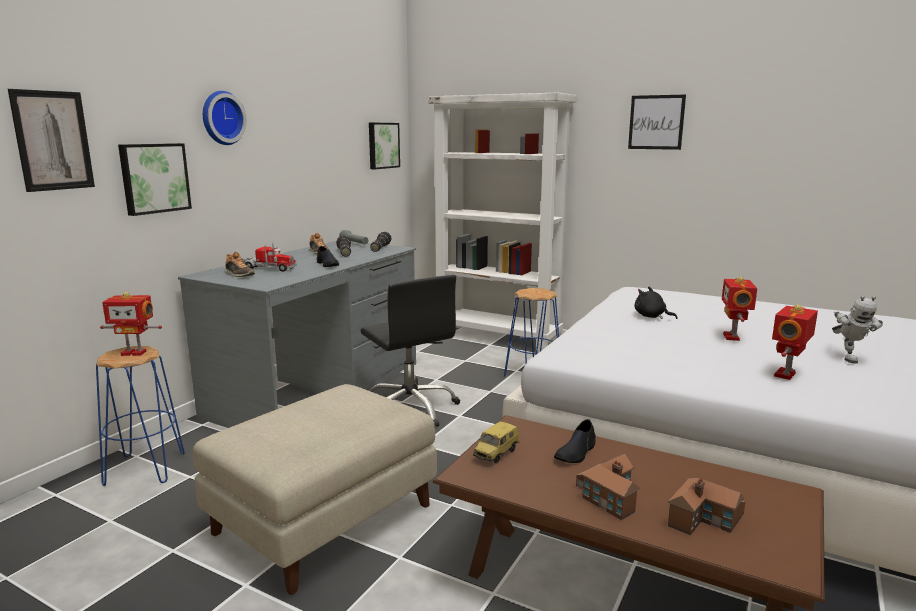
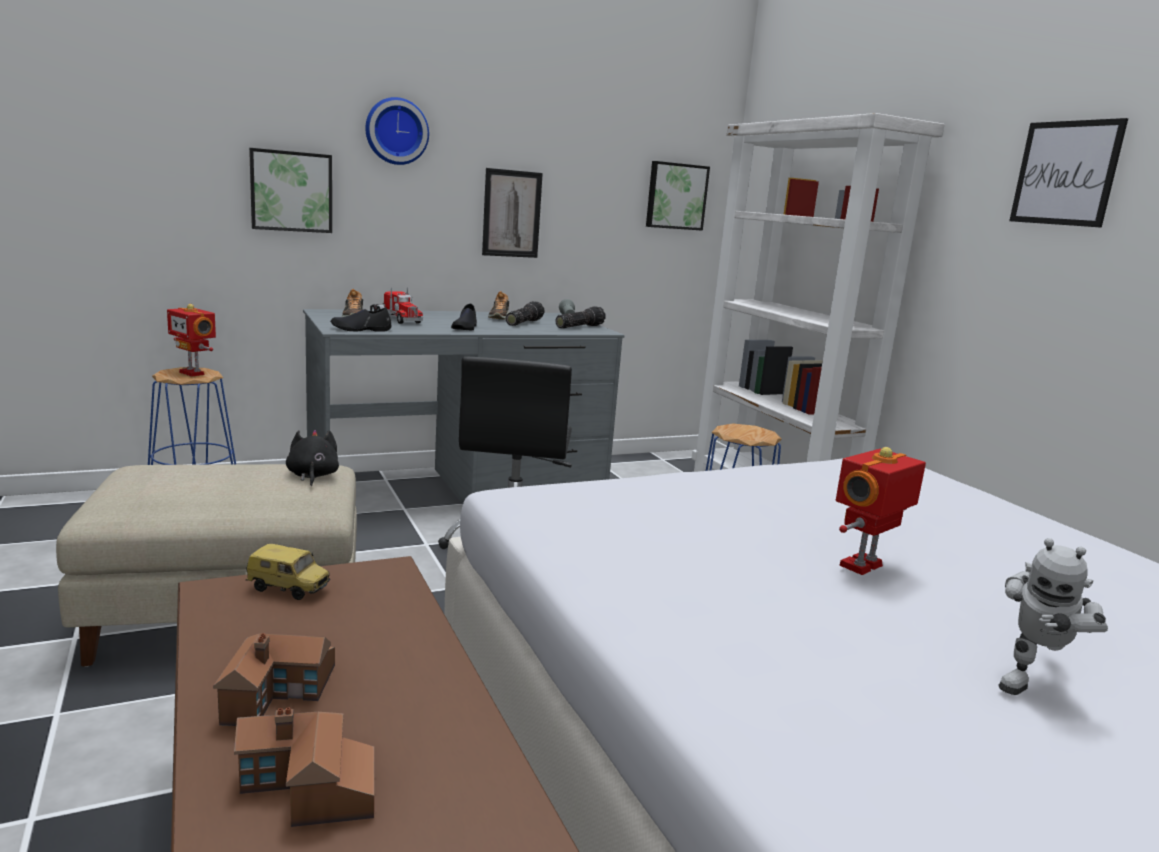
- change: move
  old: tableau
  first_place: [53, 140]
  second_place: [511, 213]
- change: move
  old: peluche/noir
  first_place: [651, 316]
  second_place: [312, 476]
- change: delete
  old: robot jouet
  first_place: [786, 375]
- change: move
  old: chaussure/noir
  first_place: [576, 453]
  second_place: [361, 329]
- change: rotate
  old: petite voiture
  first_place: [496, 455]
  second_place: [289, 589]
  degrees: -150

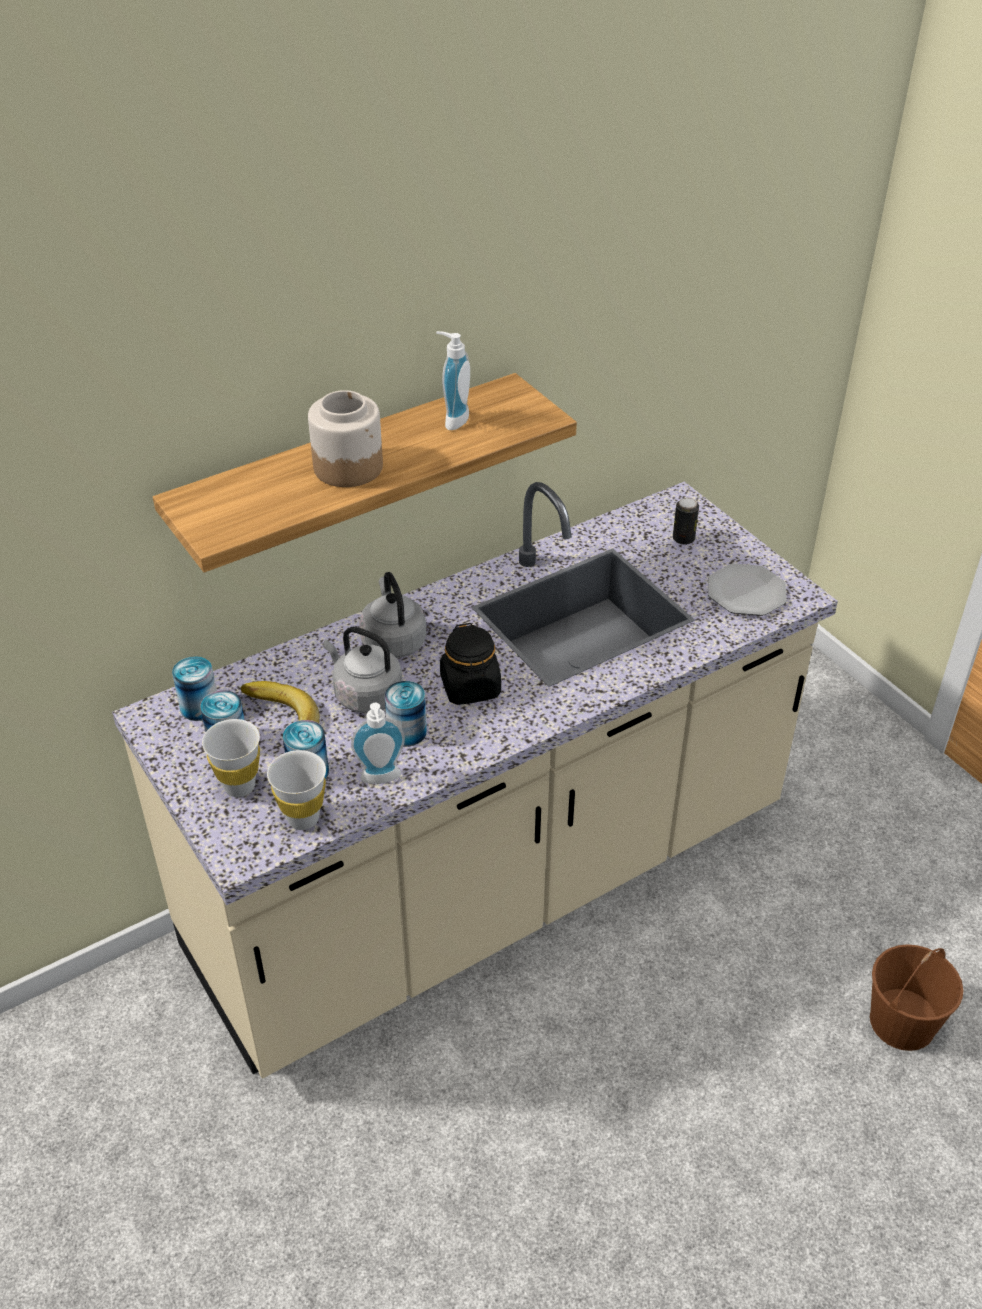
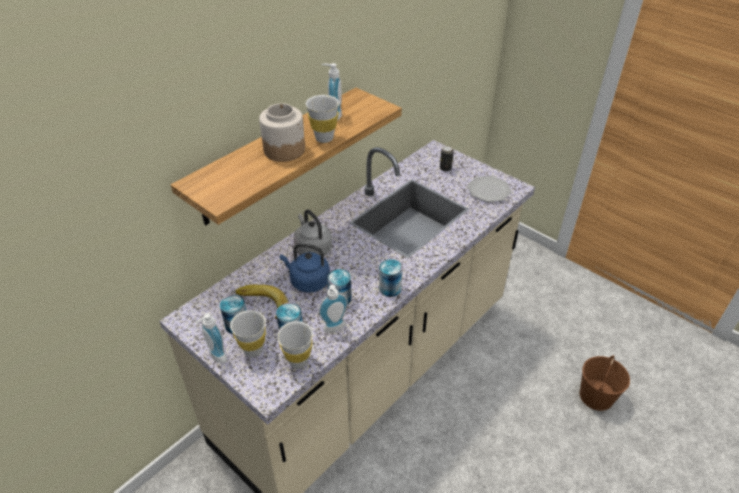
- change: delete
  old: bocal/noir
  first_place: [470, 687]
- change: recolor
  old: bouilloire/gris
  new: bouilloire/bleu
  first_place: [365, 694]
  second_place: [308, 281]
- change: move
  old: boîte métallique
  first_place: [199, 707]
  second_place: [390, 288]
- change: insert
  new: tasse/blanc
  second_place: [324, 138]
- change: insert
  new: distributeur de savon
  second_place: [215, 357]

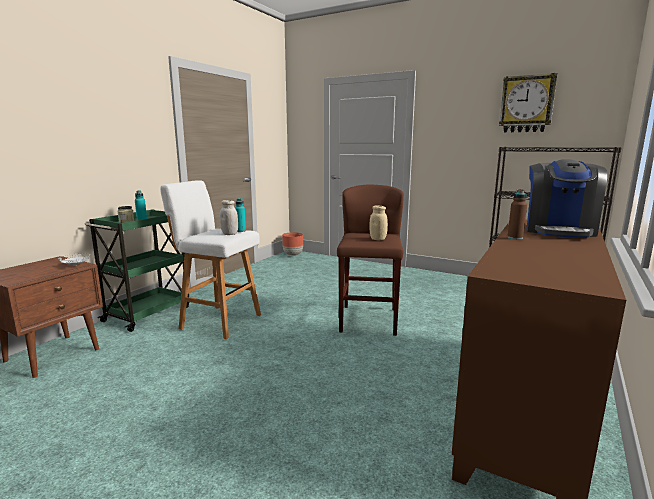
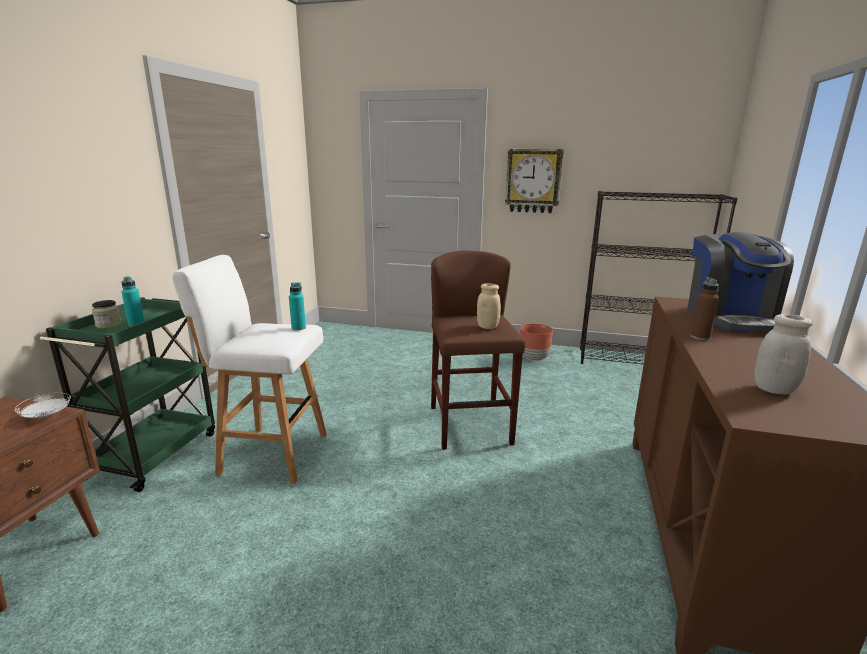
- change: move
  old: horloge murale
  first_place: [527, 104]
  second_place: [533, 181]
- change: move
  old: bocal/blanc
  first_place: [229, 234]
  second_place: [774, 389]
- change: move
  old: cache-pot/marron
  first_place: [293, 254]
  second_place: [533, 358]

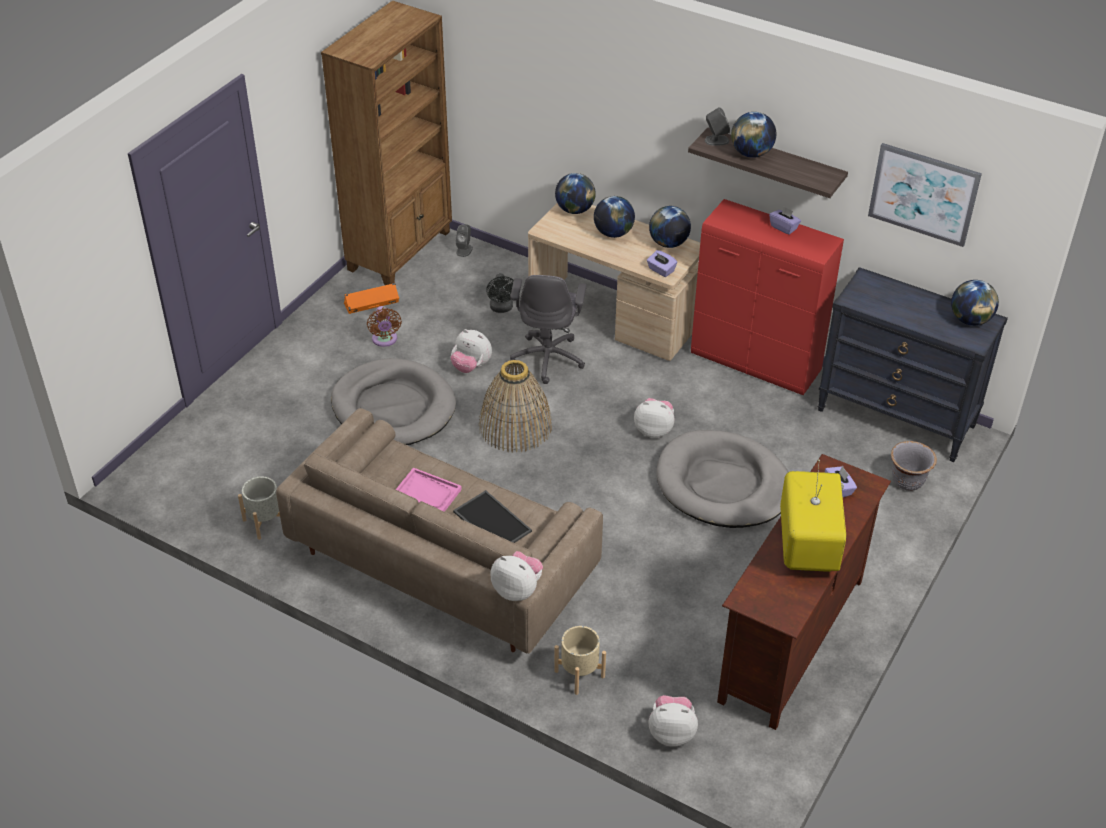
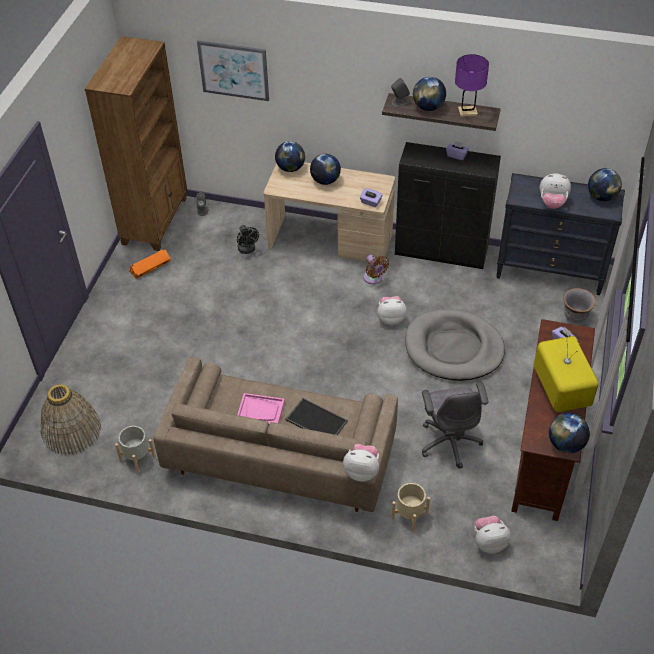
- change: move
  old: tableau
  first_place: [923, 194]
  second_place: [234, 70]
- change: recolor
  old: meuble de rangement/rouge
  new: meuble de rangement/noir
  first_place: [756, 363]
  second_place: [442, 252]
- change: move
  old: globe
  first_place: [668, 243]
  second_place: [565, 444]
- change: move
  old: chaise de bureau/gris
  first_place: [548, 358]
  second_place: [450, 441]
- change: move
  old: ventilateur/marron
  first_place: [385, 340]
  second_place: [373, 279]
- change: move
  old: peluche
  first_place: [471, 366]
  second_place: [552, 203]
- change: delete
  old: panier pour chien/gris
  first_place: [393, 407]
- change: move
  old: panier
  first_place: [515, 426]
  second_place: [71, 430]
- change: insert
  new: lampe de table/violet
  second_place: [467, 111]

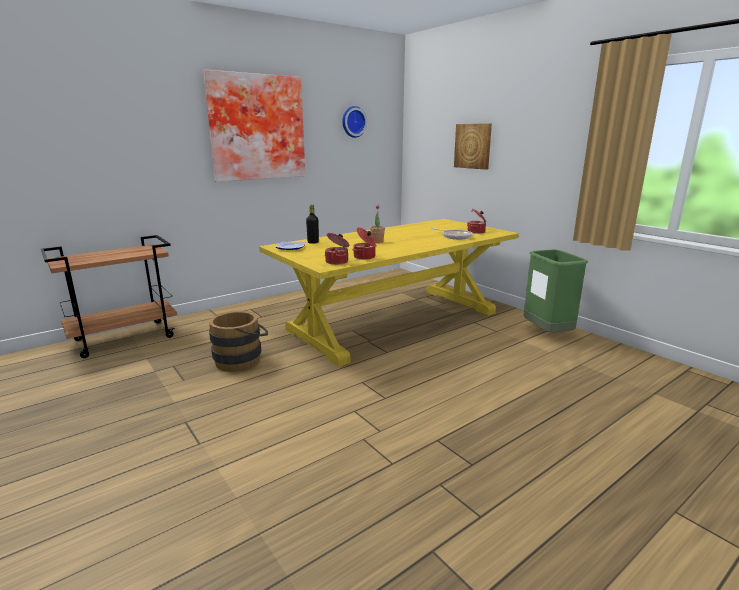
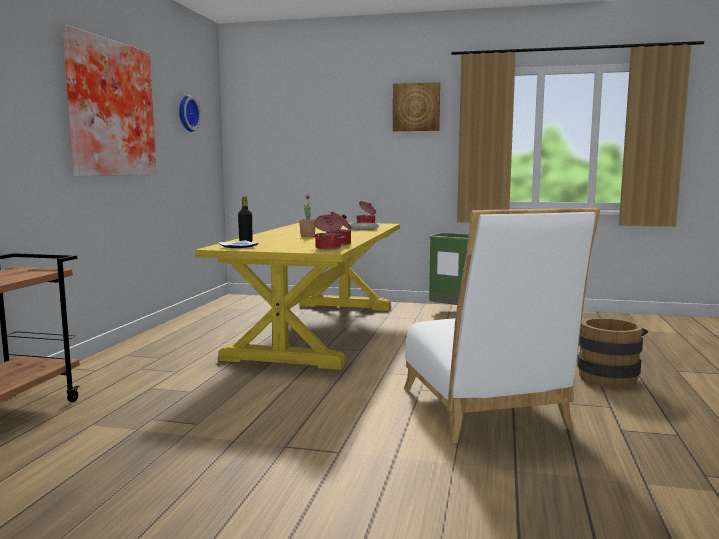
- change: move
  old: tableau
  first_place: [473, 146]
  second_place: [416, 107]
- change: move
  old: seau/marron
  first_place: [242, 360]
  second_place: [606, 377]
- change: insert
  new: chaise/blanc
  second_place: [486, 412]

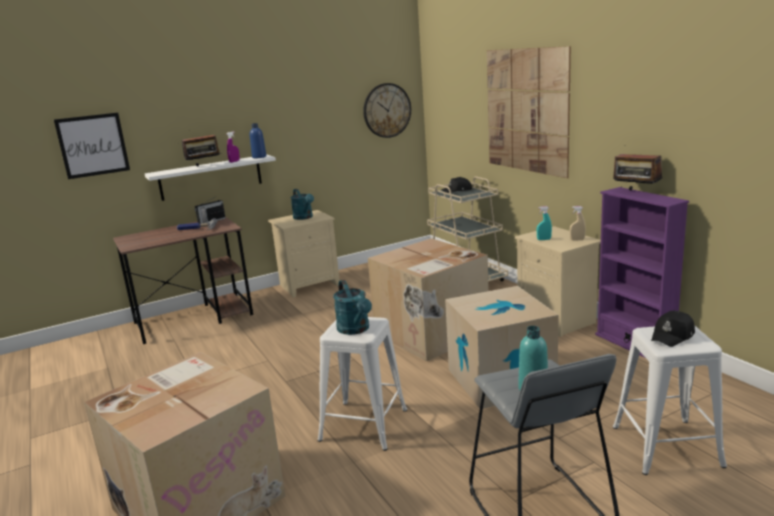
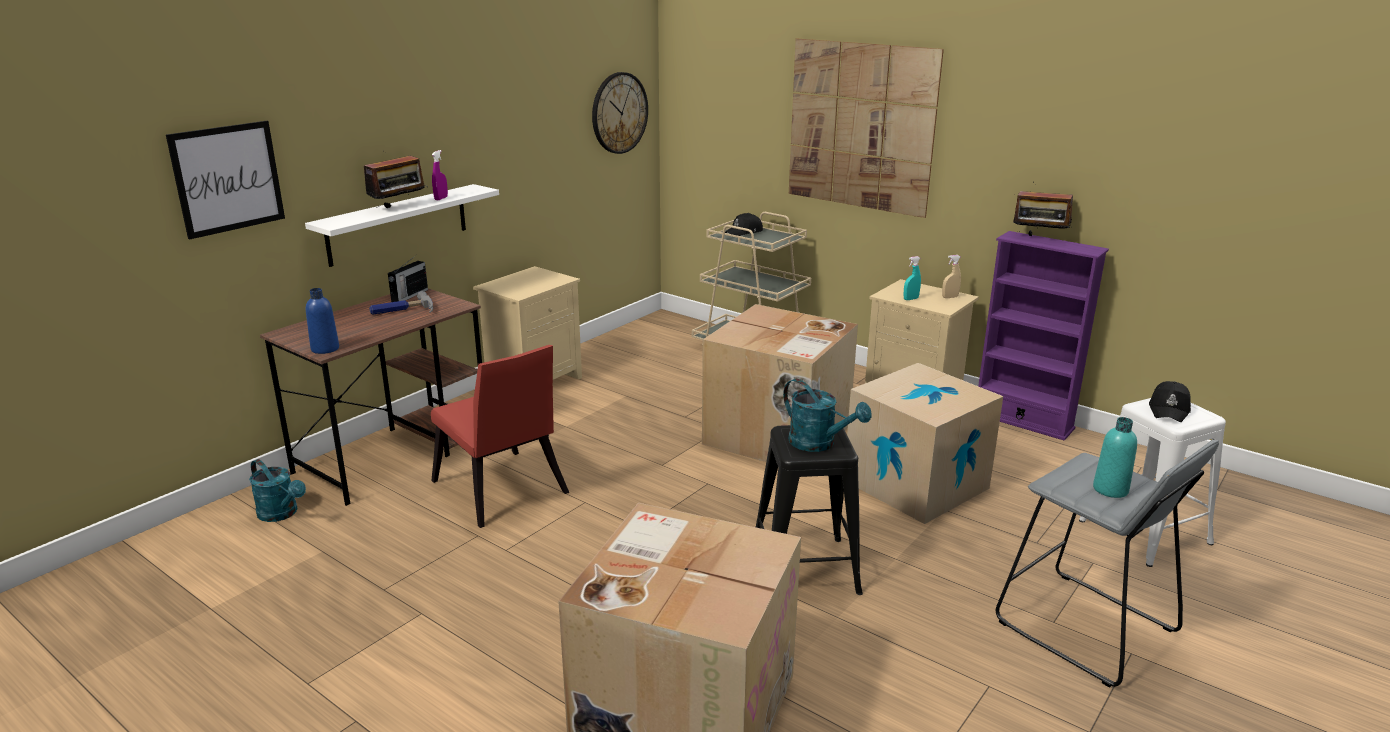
- change: move
  old: bouteille/bleu
  first_place: [259, 157]
  second_place: [325, 349]
- change: move
  old: arrosoir/turquoise
  first_place: [304, 217]
  second_place: [282, 514]
- change: recolor
  old: tabouret/blanc
  new: tabouret/noir
  first_place: [364, 425]
  second_place: [804, 568]
- change: insert
  new: chaise/rouge
  second_place: [502, 492]

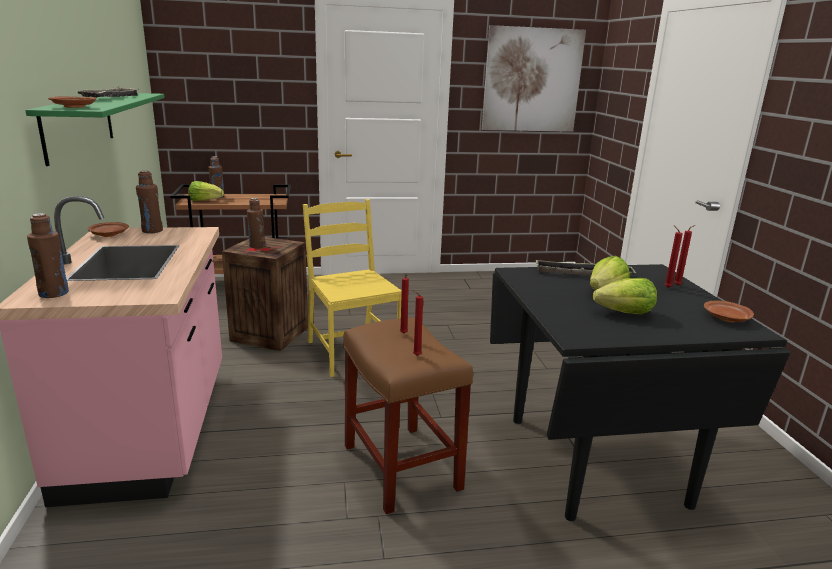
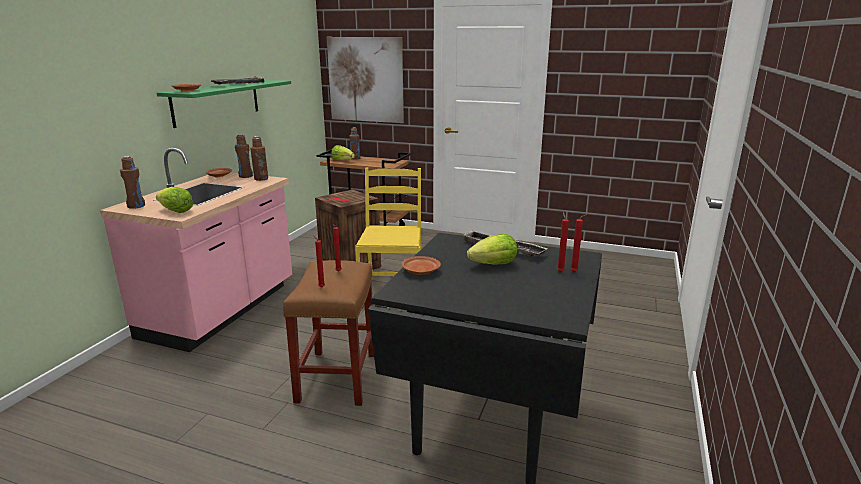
- change: move
  old: tableau
  first_place: [532, 80]
  second_place: [365, 80]
- change: move
  old: bouteille/marron
  first_place: [257, 246]
  second_place: [261, 179]
- change: move
  old: laitue
  first_place: [625, 313]
  second_place: [176, 211]
- change: move
  old: assiette/marron
  first_place: [726, 318]
  second_place: [420, 271]

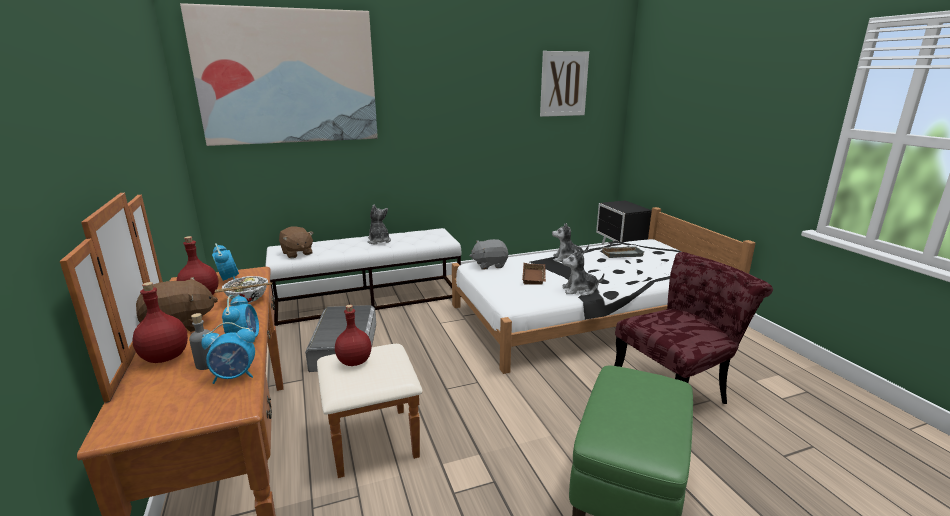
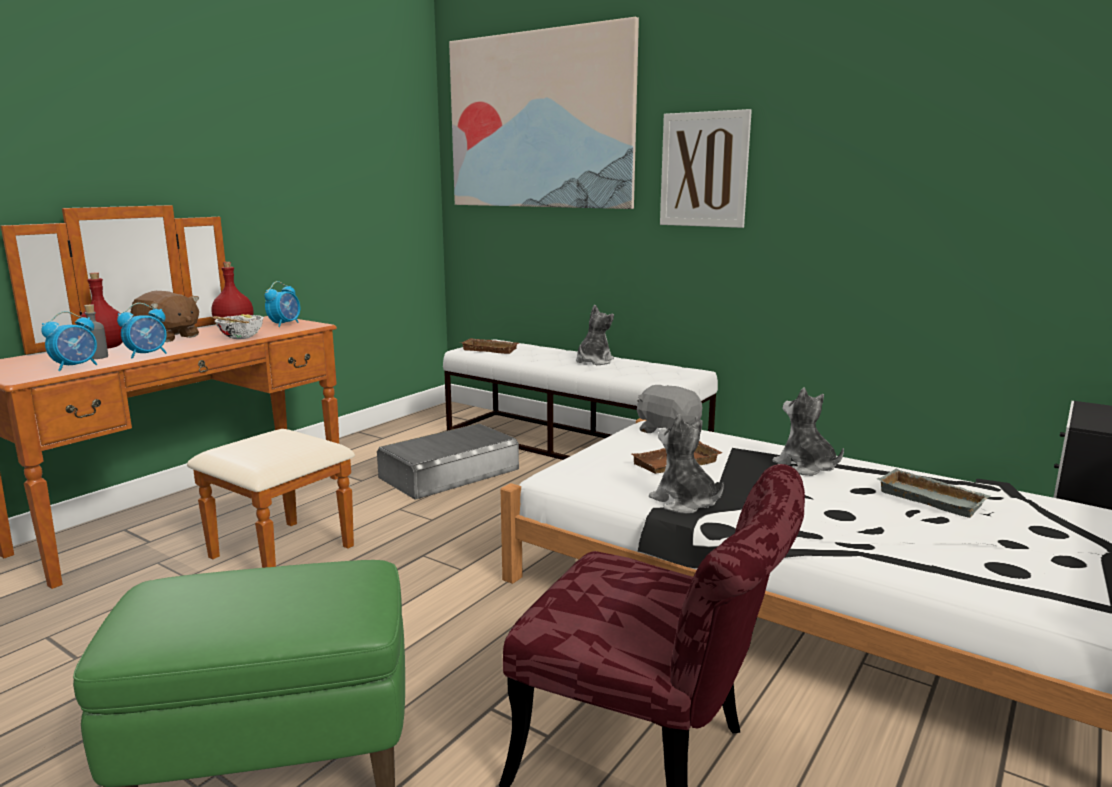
- change: move
  old: tableau
  first_place: [563, 84]
  second_place: [704, 170]
- change: replace
  old: peluche/marron
  new: plateau/marron
  first_place: [297, 253]
  second_place: [491, 349]
- change: delete
  old: bouteille/rouge
  first_place: [354, 361]
- change: rotate
  old: réveil
  first_place: [235, 376]
  second_place: [76, 367]
  degrees: -90

